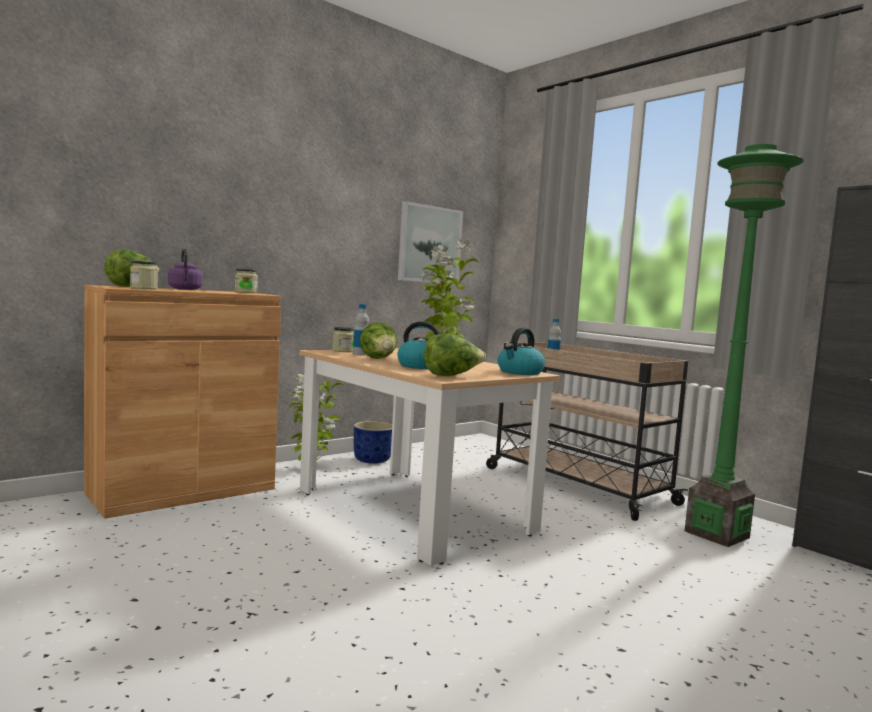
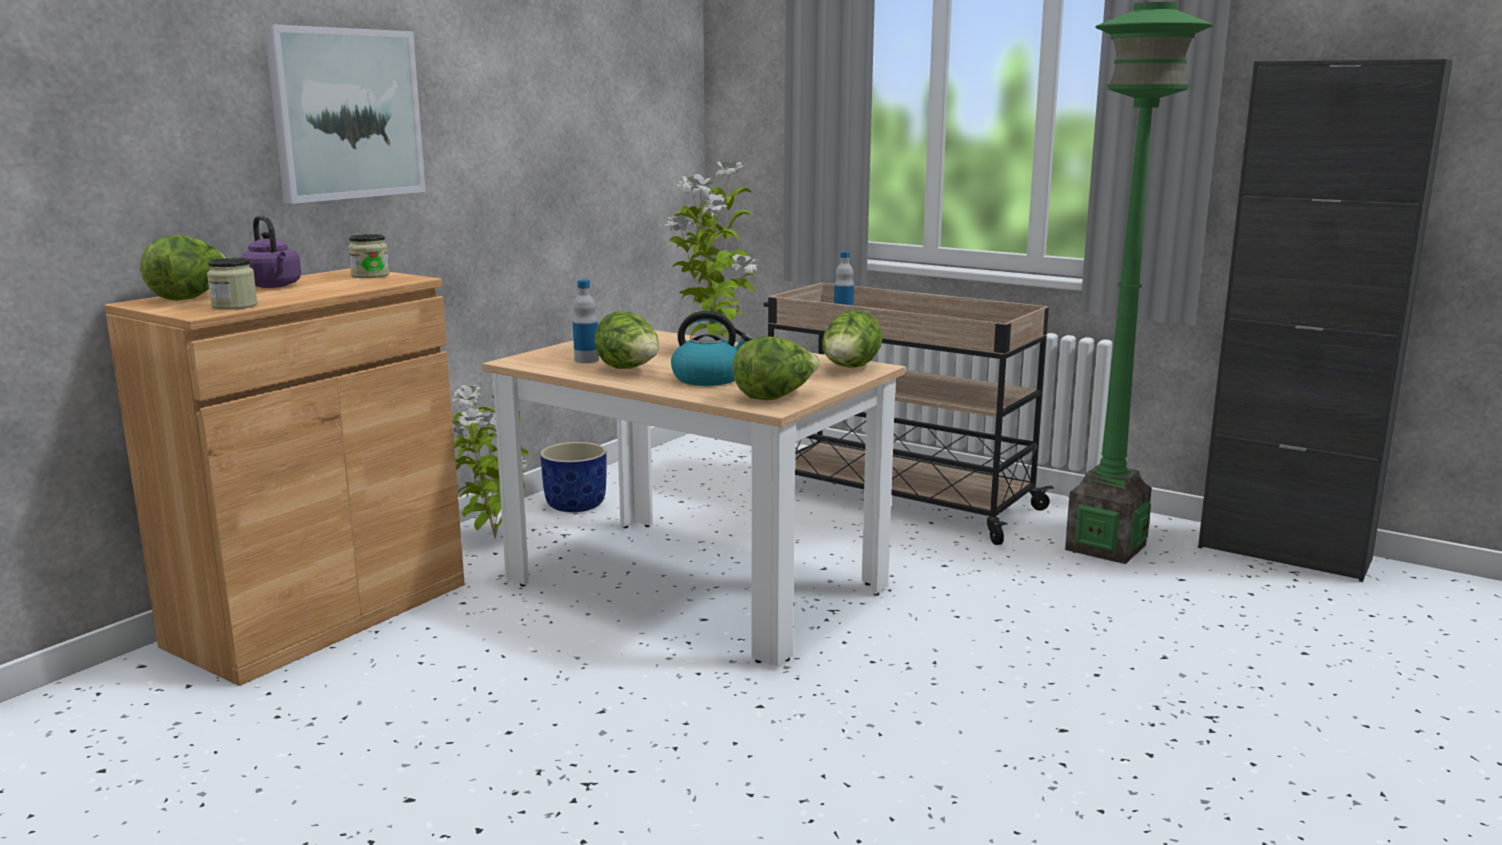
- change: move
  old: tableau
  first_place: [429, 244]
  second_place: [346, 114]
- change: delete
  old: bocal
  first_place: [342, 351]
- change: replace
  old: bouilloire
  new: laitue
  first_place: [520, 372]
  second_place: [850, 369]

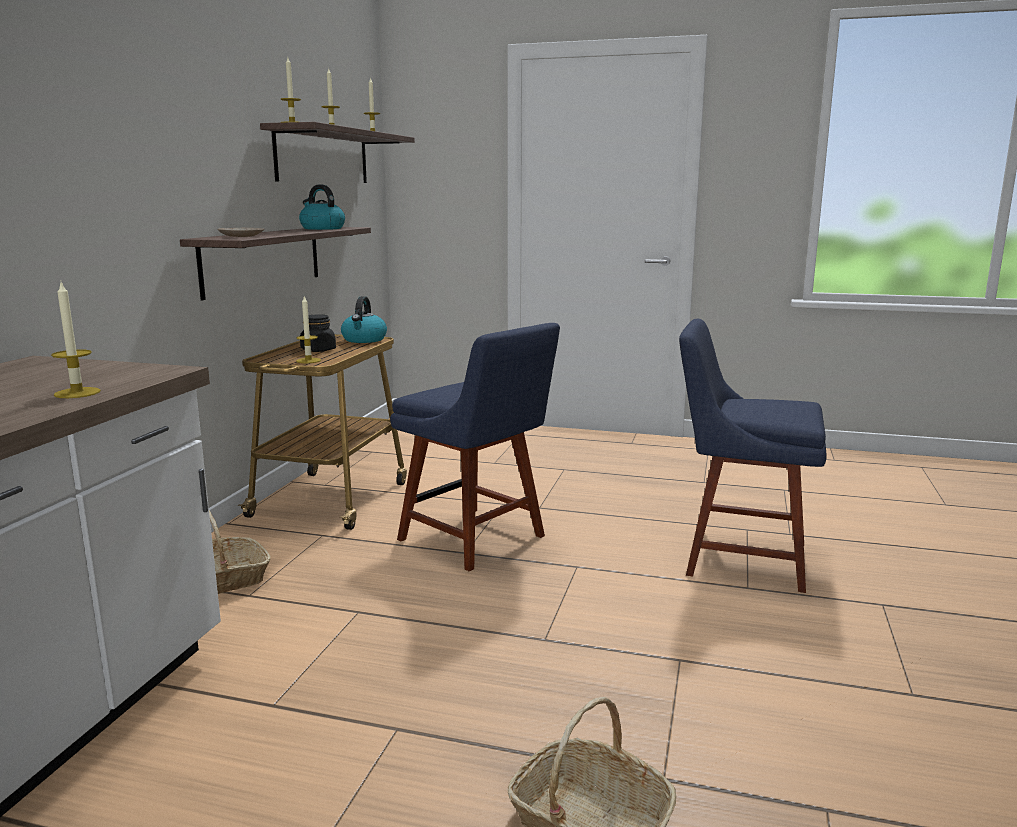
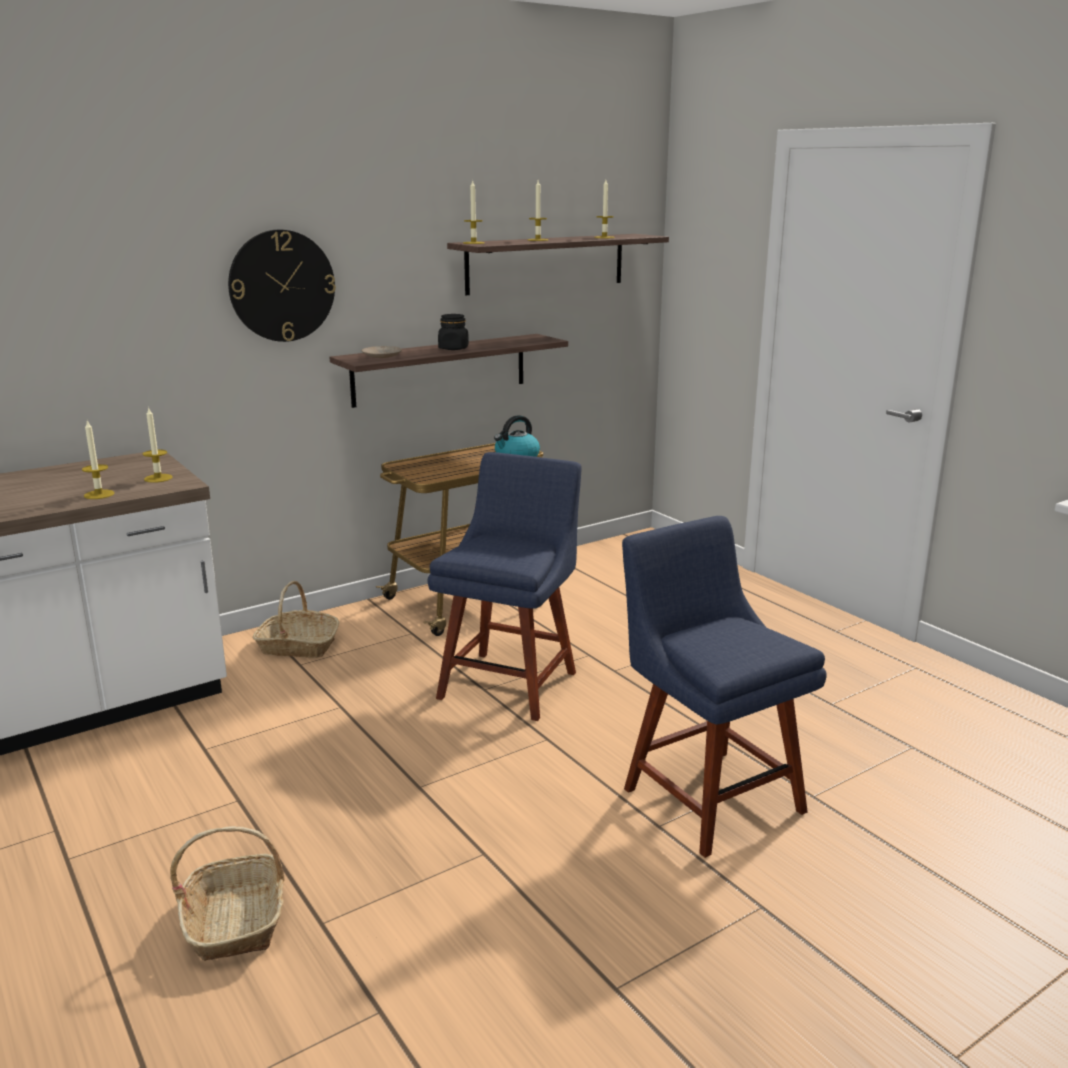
- change: delete
  old: bouilloire
  first_place: [322, 228]
- change: move
  old: bougie
  first_place: [308, 360]
  second_place: [158, 478]
- change: move
  old: bocal/noir
  first_place: [318, 350]
  second_place: [453, 348]
- change: rotate
  old: chaise/bleu
  first_place: [476, 540]
  second_place: [511, 681]
  degrees: -150
- change: insert
  new: horloge murale
  second_place: [282, 286]

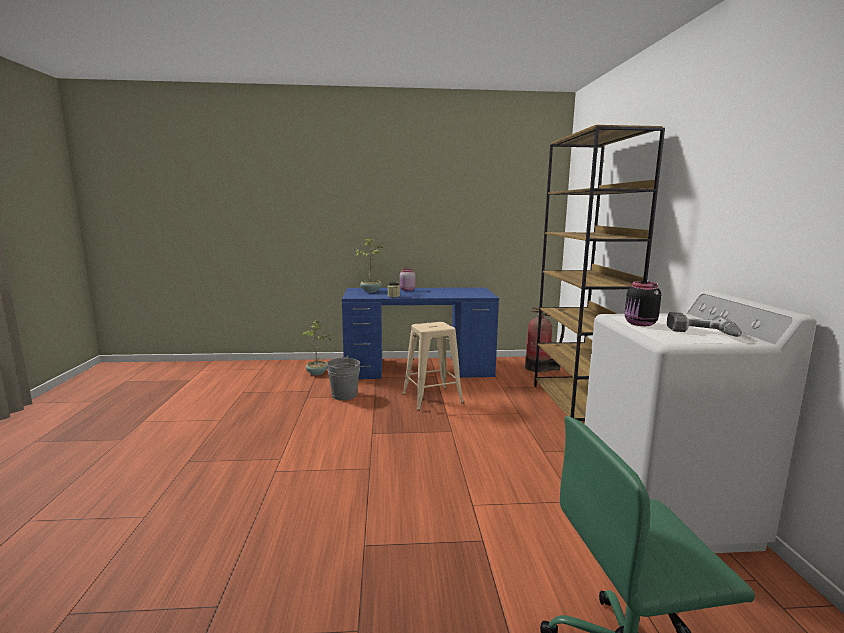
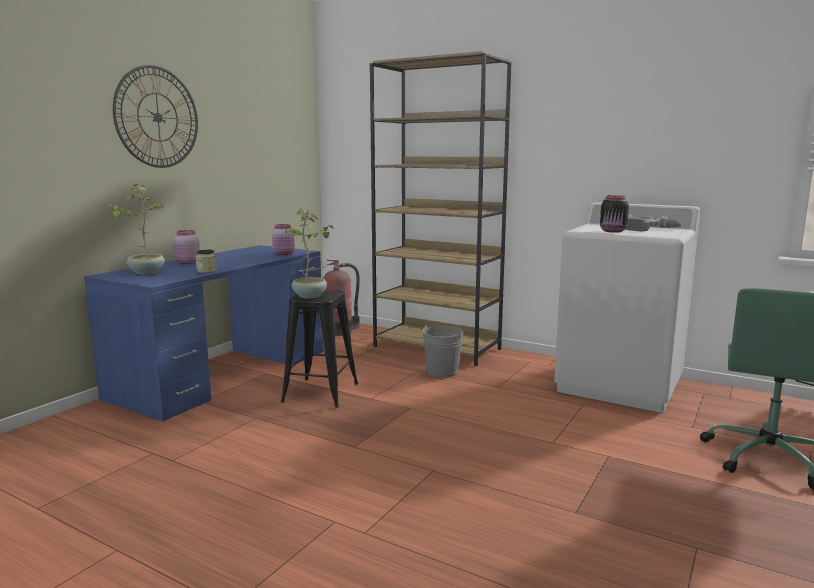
- change: move
  old: plante en pot
  first_place: [317, 373]
  second_place: [310, 296]
- change: recolor
  old: tabouret/beige
  new: tabouret/noir
  first_place: [432, 398]
  second_place: [321, 392]
- change: move
  old: seau/gris
  first_place: [344, 395]
  second_place: [442, 372]
- change: insert
  new: horloge murale
  second_place: [157, 117]
- change: insert
  new: bocal/rose
  second_place: [284, 254]

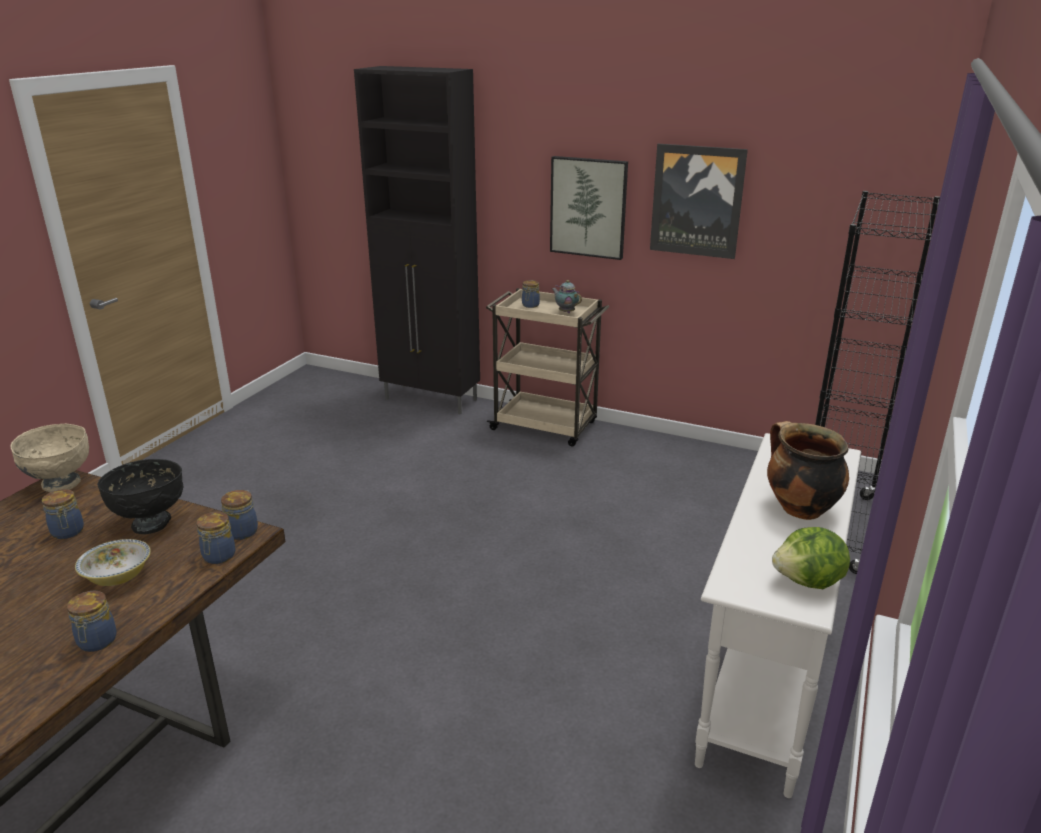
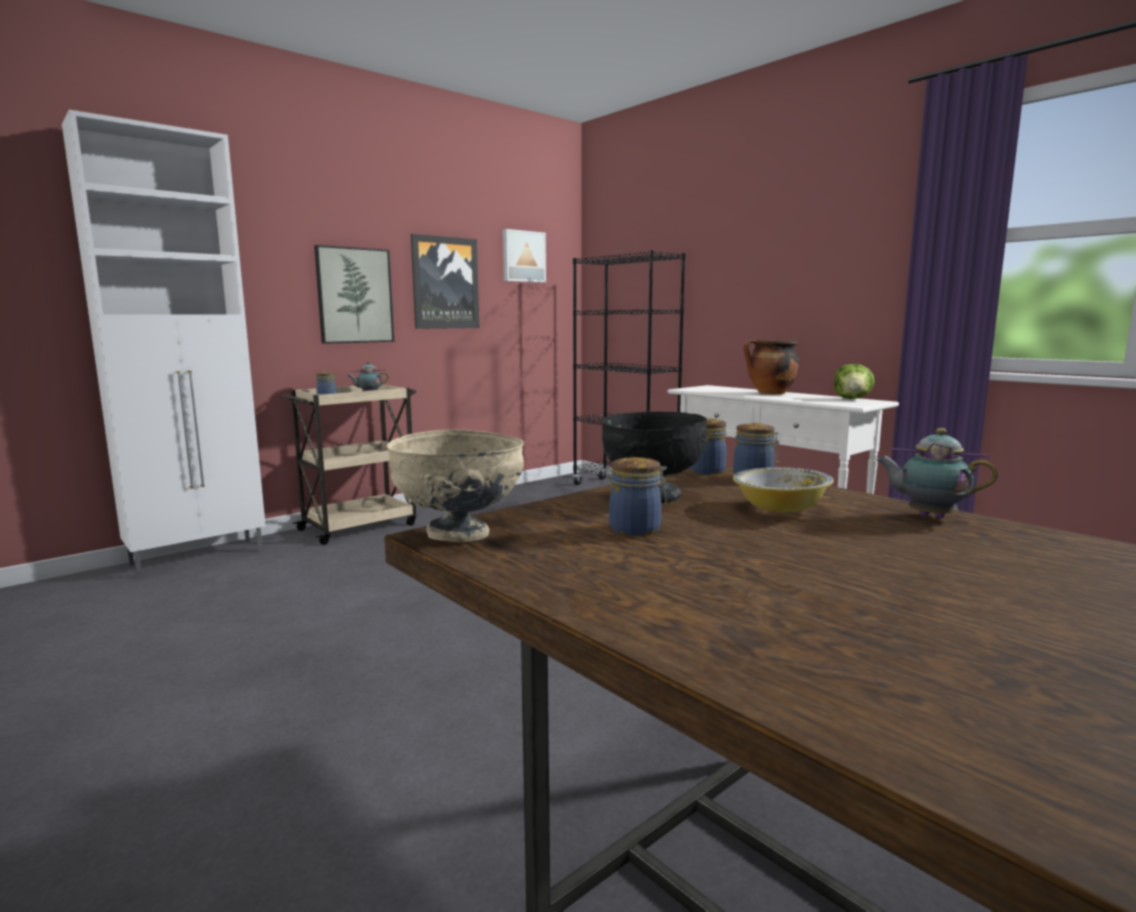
- change: recolor
  old: meuble de rangement/noir
  new: meuble de rangement/blanc
  first_place: [431, 400]
  second_place: [200, 557]
- change: replace
  old: bocal
  new: théière
  first_place: [96, 642]
  second_place: [927, 516]
- change: insert
  new: tableau
  second_place: [523, 256]

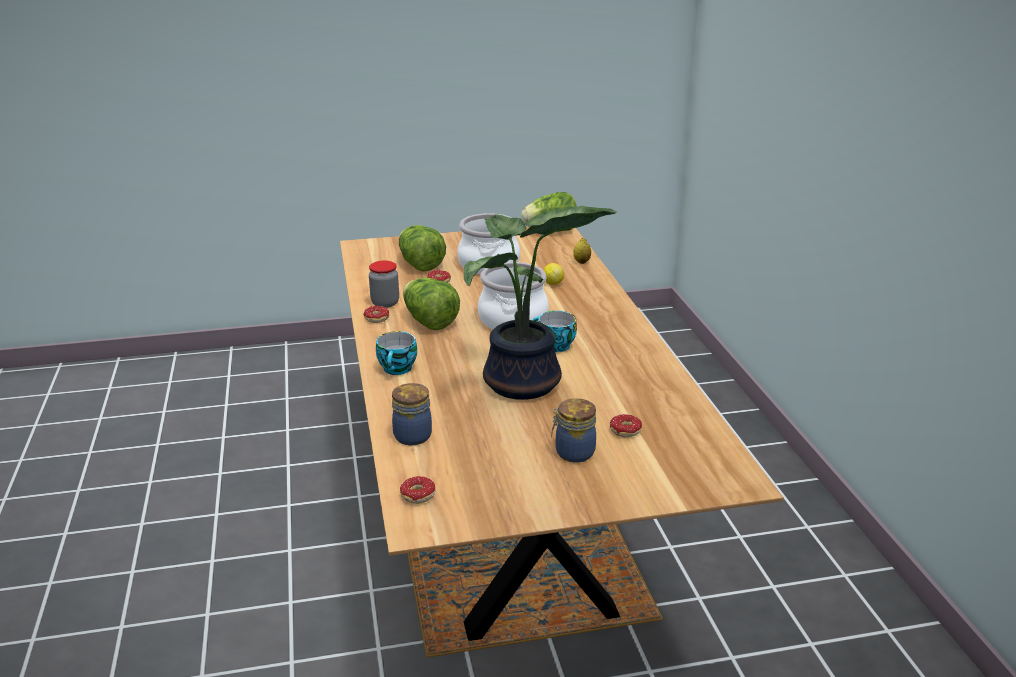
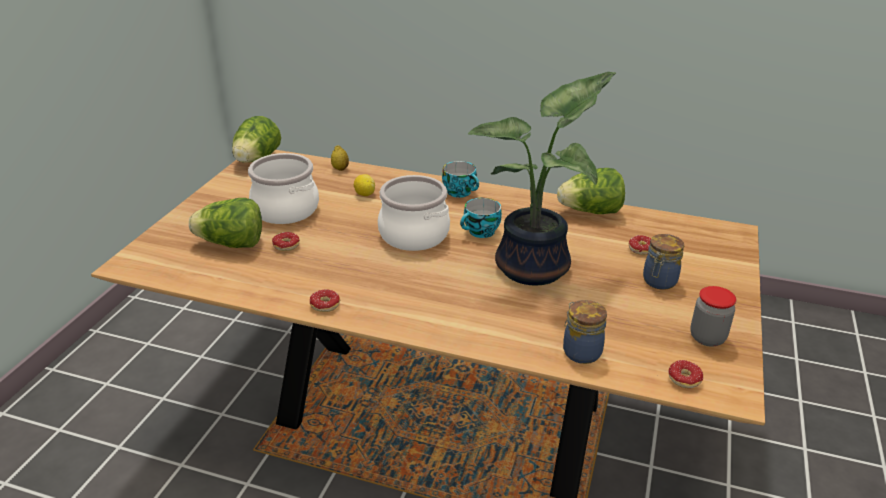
- change: move
  old: bocal
  first_place: [385, 303]
  second_place: [707, 338]
- change: move
  old: laitue
  first_place: [429, 322]
  second_place: [590, 212]
- change: move
  old: tasse
  first_place: [398, 369]
  second_place: [461, 192]

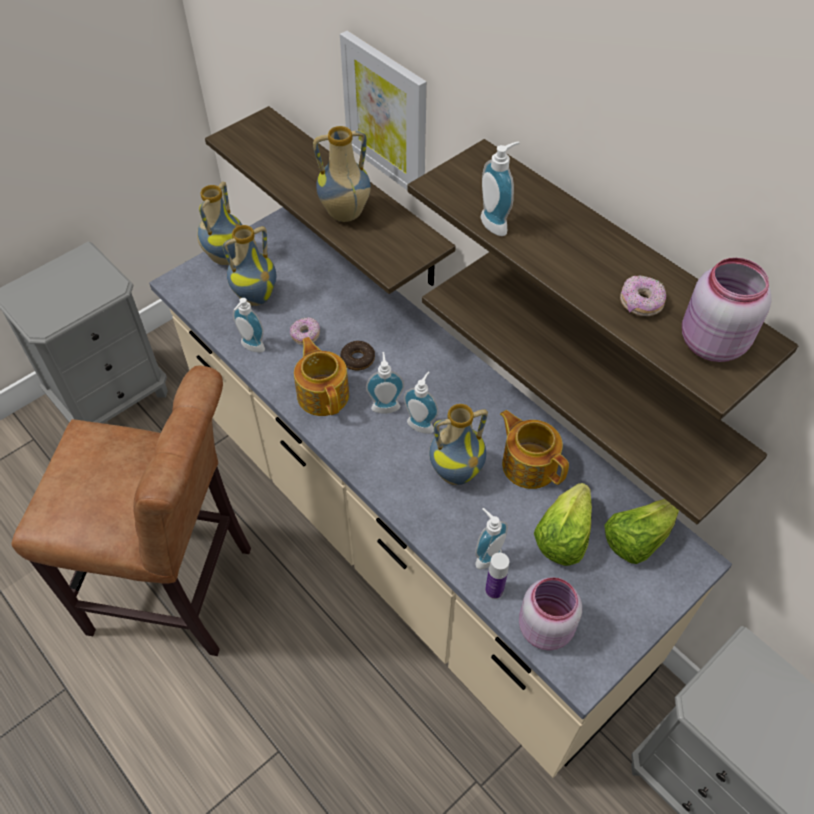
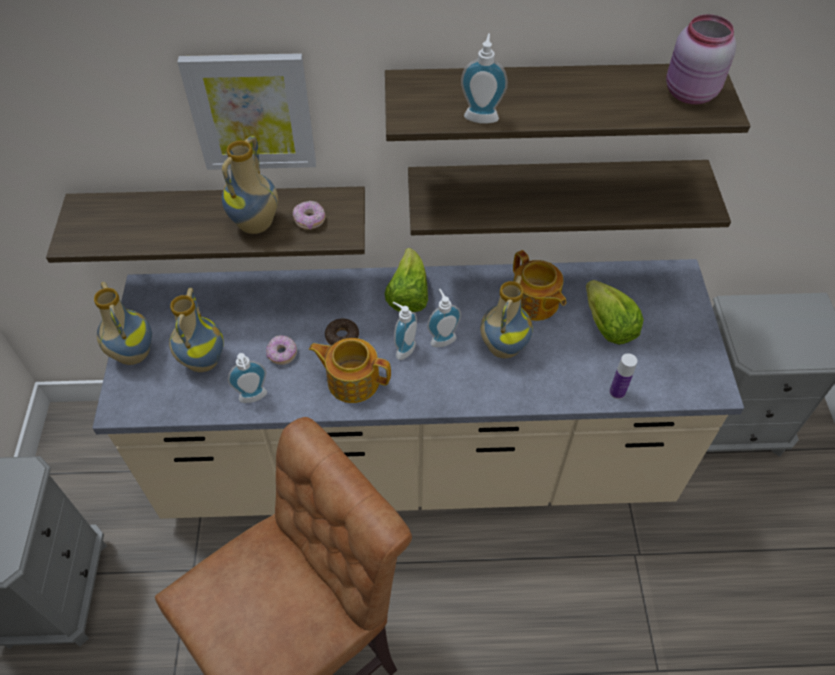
- change: move
  old: beignet
  first_place: [640, 303]
  second_place: [310, 220]
- change: rotate
  old: théière
  first_place: [529, 464]
  second_place: [534, 303]
  degrees: -120
- change: move
  old: laitue
  first_place: [637, 538]
  second_place: [408, 295]
- change: delete
  old: distributeur de savon
  first_place: [485, 555]
- change: delete
  old: bocal/rose
  first_place: [543, 627]

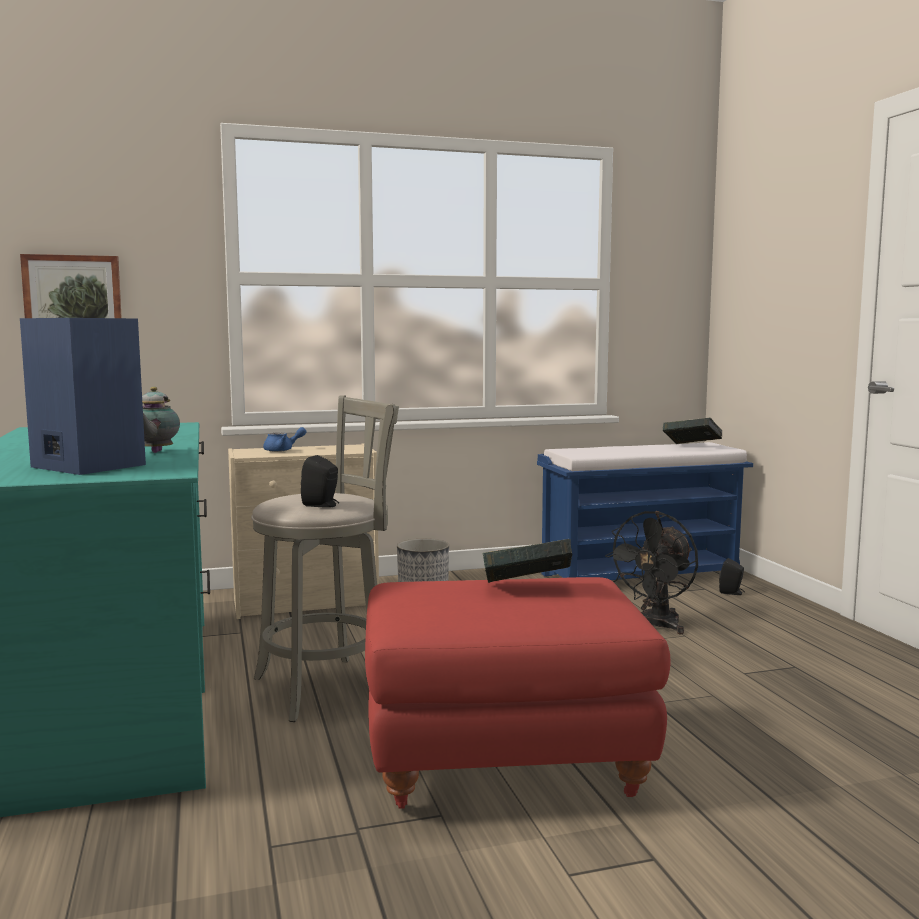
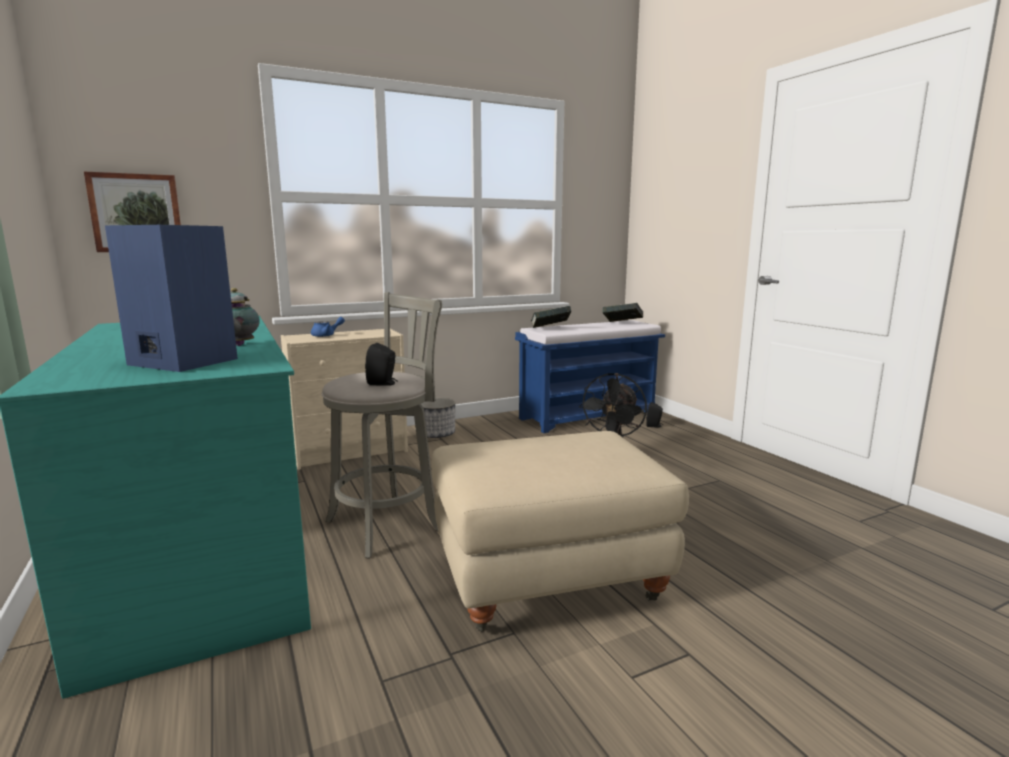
- change: move
  old: livre
  first_place: [526, 588]
  second_place: [550, 329]
- change: recolor
  old: pouf/rouge
  new: pouf/beige
  first_place: [504, 769]
  second_place: [548, 585]

